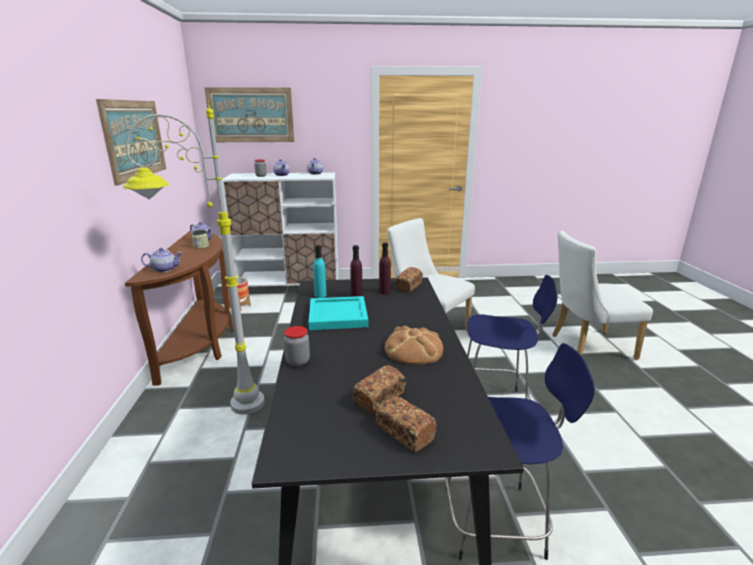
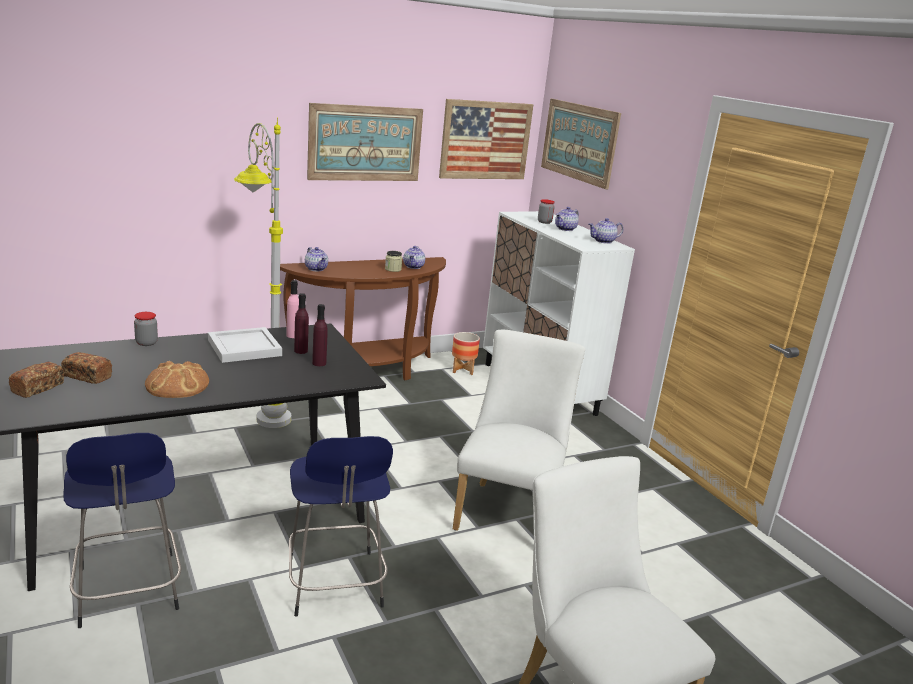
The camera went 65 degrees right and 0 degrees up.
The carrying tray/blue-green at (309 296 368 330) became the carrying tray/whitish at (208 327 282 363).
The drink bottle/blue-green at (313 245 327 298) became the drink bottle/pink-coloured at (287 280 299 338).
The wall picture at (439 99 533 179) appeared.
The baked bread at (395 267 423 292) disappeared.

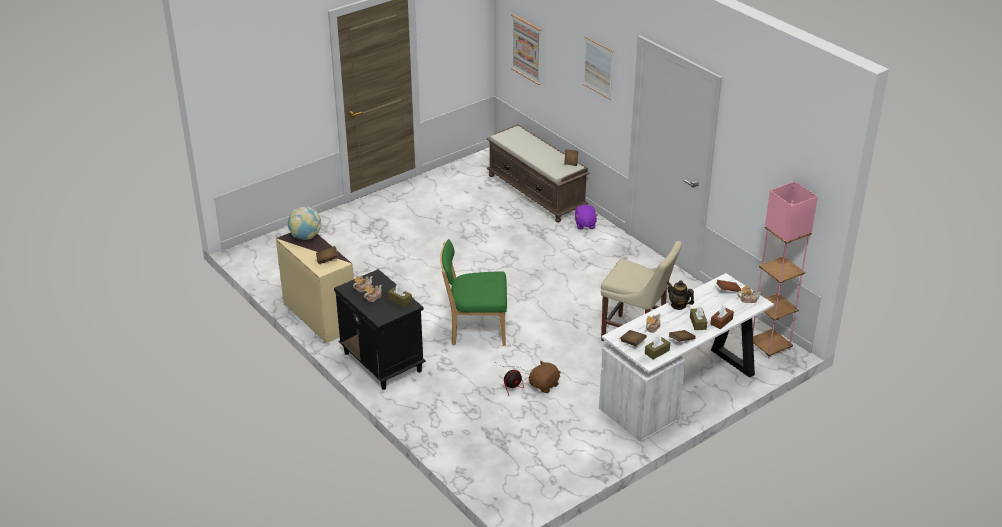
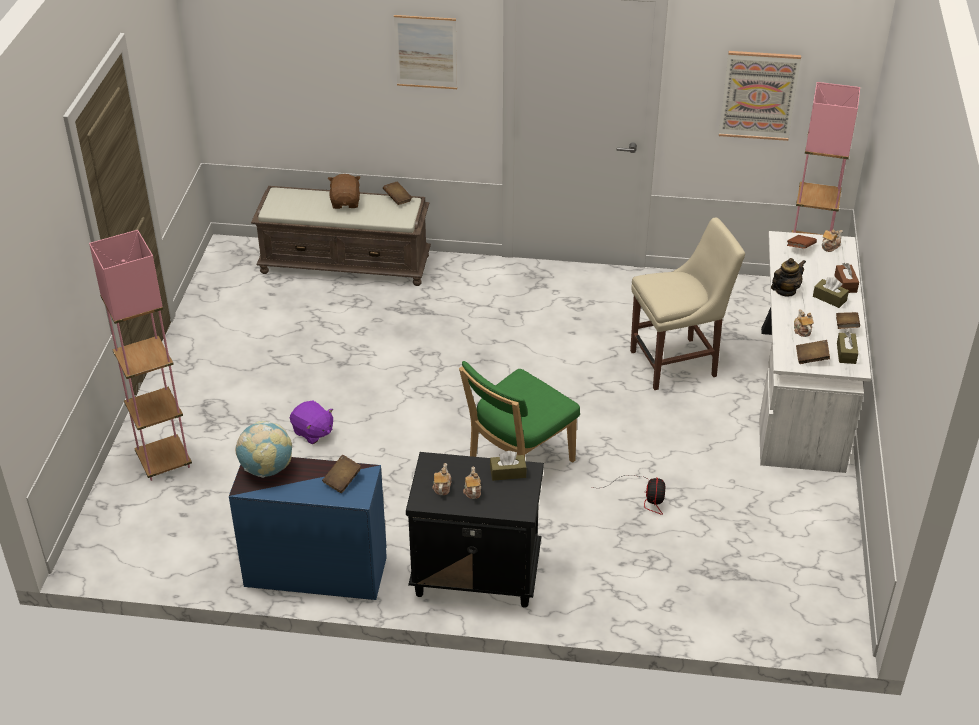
The camera went 45 degrees left and 5 degrees up.
The floor lamp/pink-coloured at (89 230 192 481) appeared.
The drawer chest/beige at (276 232 354 343) became the drawer chest/blue at (229 457 387 600).
The cuddly toy/purple moved from (575 205 598 230) to (290 400 333 444).
The cuddly toy/brown moved from (529 361 561 393) to (328 174 361 209).
The wall picture moved from (511 14 542 85) to (719 51 801 141).
The pot for tea at (666 281 694 310) turned 150 degrees clockwise.

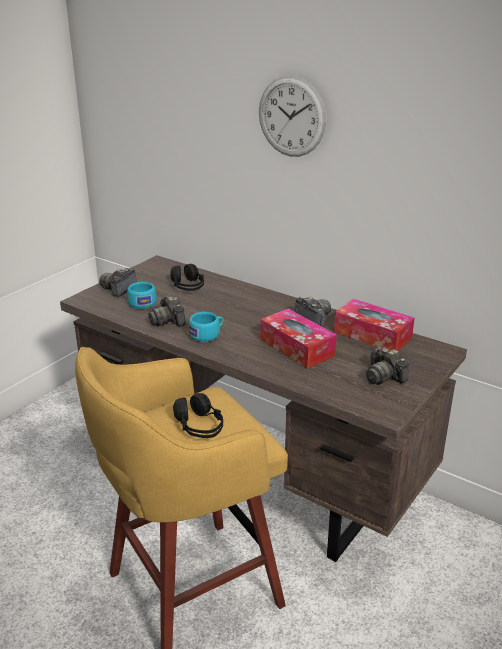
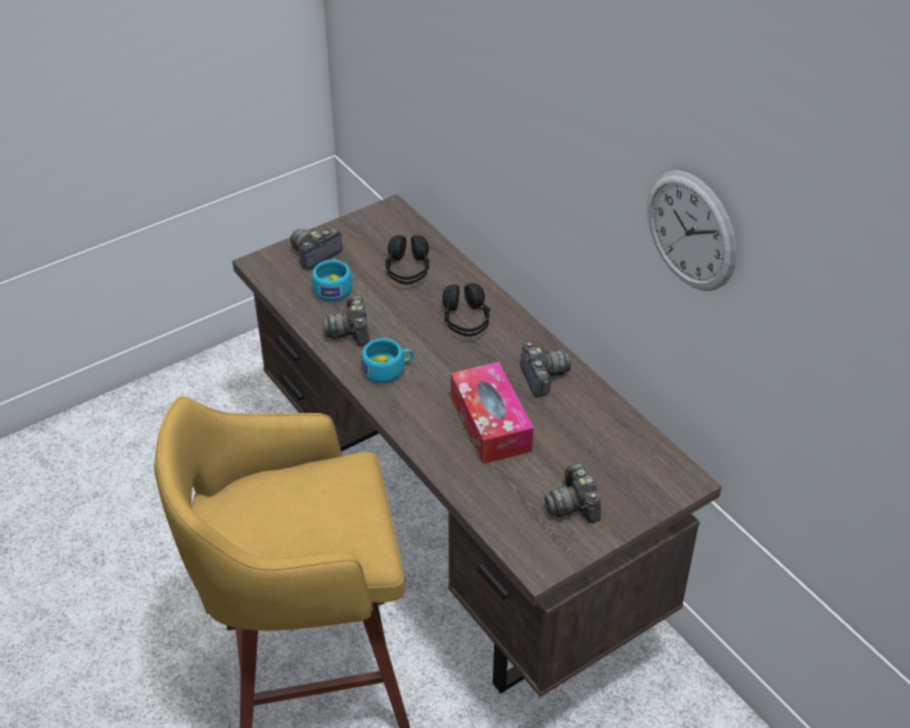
The camera went 20 degrees right and 15 degrees up.
The pair of headphones/black-coloured moved from (173 393 223 438) to (442 283 490 337).
The wall clock moved from (259 76 326 157) to (647 170 737 291).
The box of tissues at (334 299 415 351) disappeared.

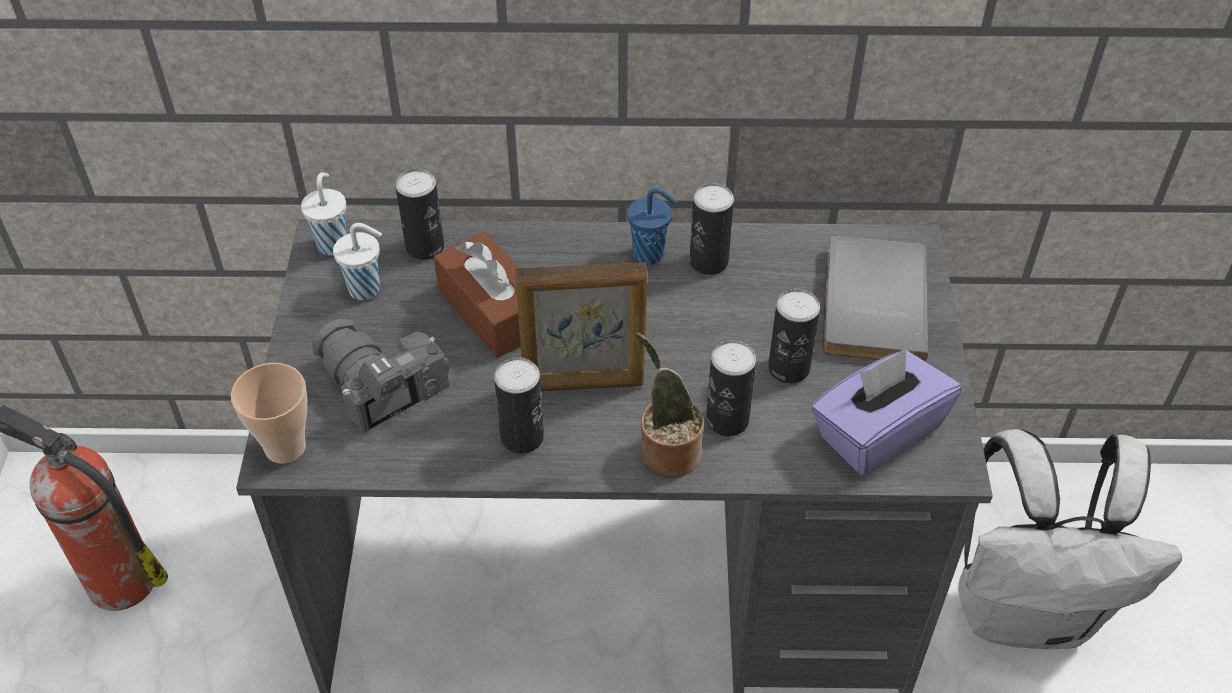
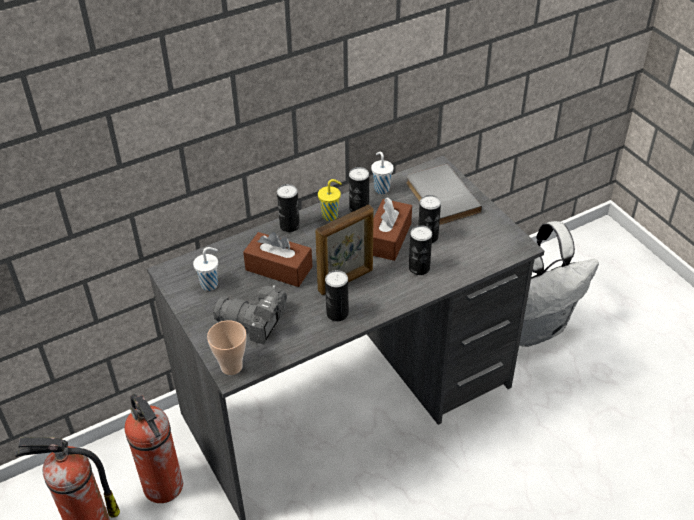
The camera went 30 degrees left and 5 degrees down.
The extinguisher at (125 394 183 503) appeared.
The sealed can moved from (395 169 444 260) to (277 184 300 232).
The drinking cup/blue at (627 188 677 265) became the drinking cup/yellow-coloured at (318 179 342 221).
The drinking cup/whitish moved from (301 173 347 256) to (371 152 394 194).
The box of tissues/brown at (373 197 412 261) appeared.
The plant in a pot at (636 333 704 478) disappeared.
The box of tissues/purple at (811 349 961 476) disappeared.

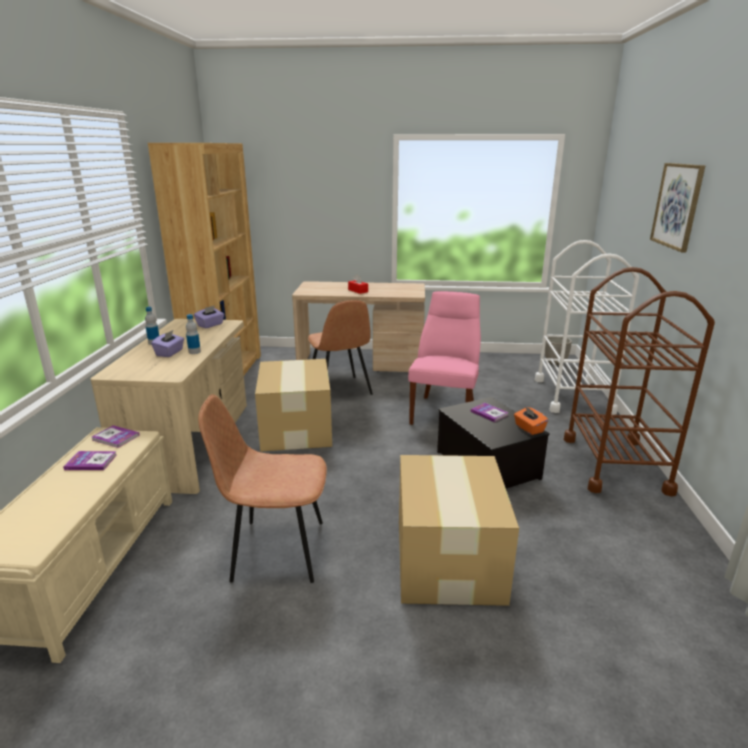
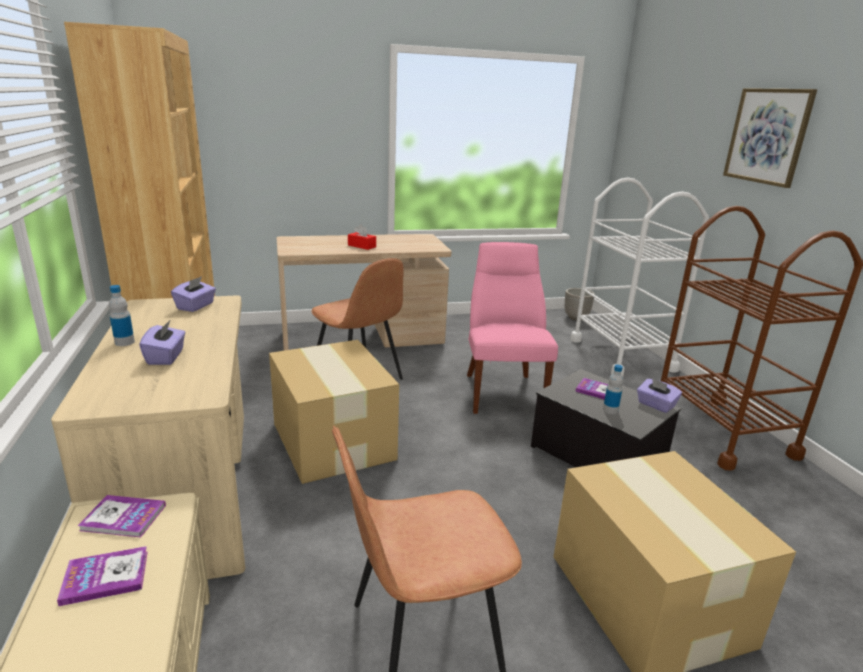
The camera went 20 degrees left and 0 degrees up.
The drink bottle moved from (186 314 201 354) to (603 364 623 414).
The box of tissues/orangey at (514 406 548 435) became the box of tissues/purple at (637 378 682 413).

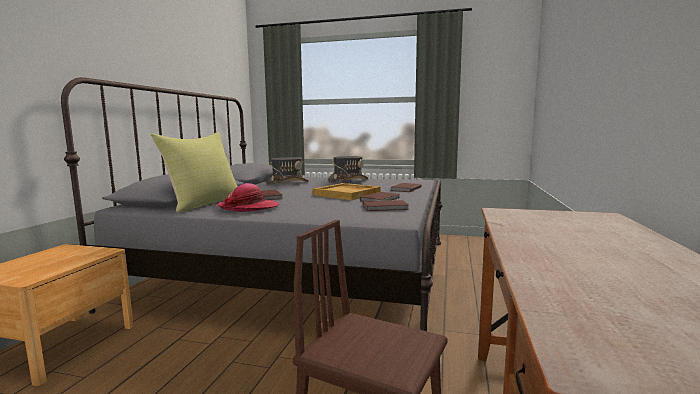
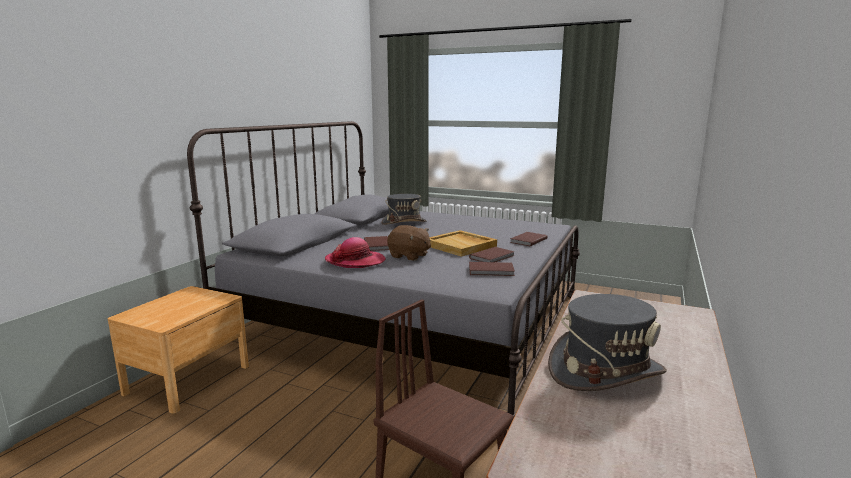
The camera went 10 degrees right and 5 degrees up.
The cuddly toy/brown at (387 225 431 261) appeared.
The hat/gray moved from (328 156 368 183) to (548 294 667 391).
The throw pillow/yellow-coloured at (151 132 238 212) disappeared.

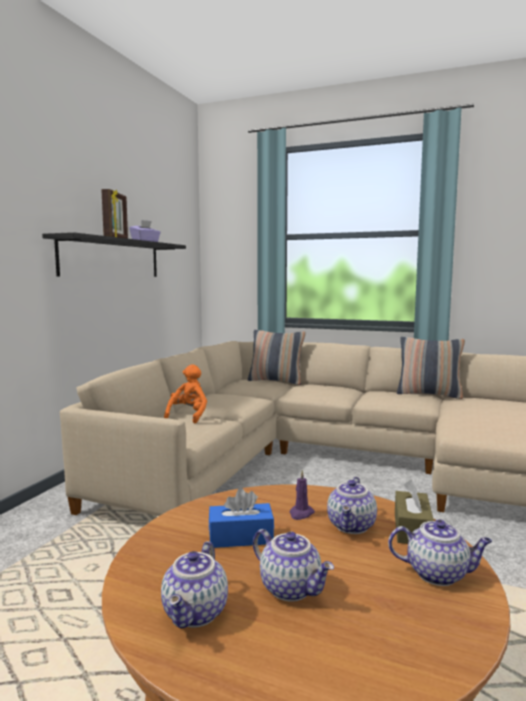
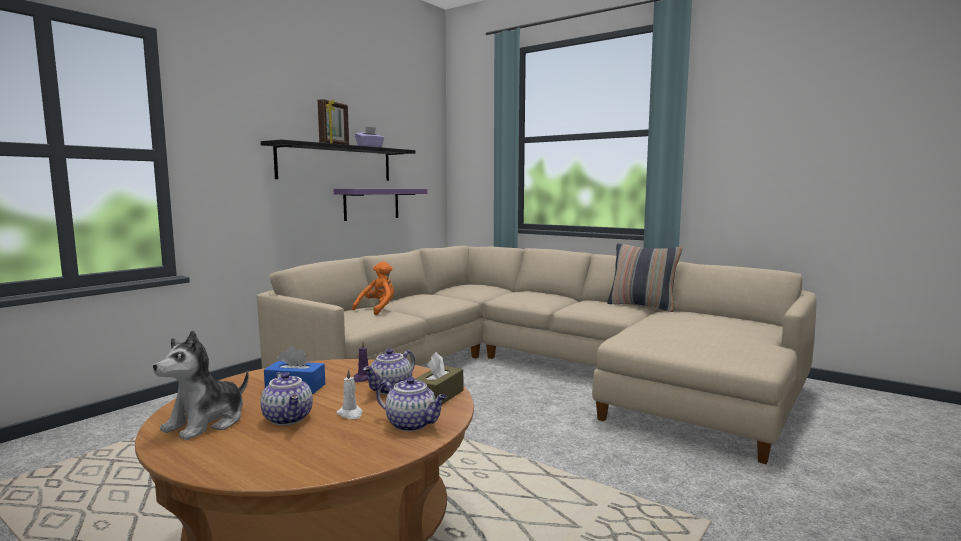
The camera went 15 degrees right and 0 degrees up.
The pot for tea at (161 541 228 629) was replaced by the cuddly toy at (153 330 249 440).
The bracket shelf/purple at (334 189 427 221) appeared.
The wax light/whitish at (336 369 363 419) appeared.
The throw pillow at (248 330 306 385) disappeared.

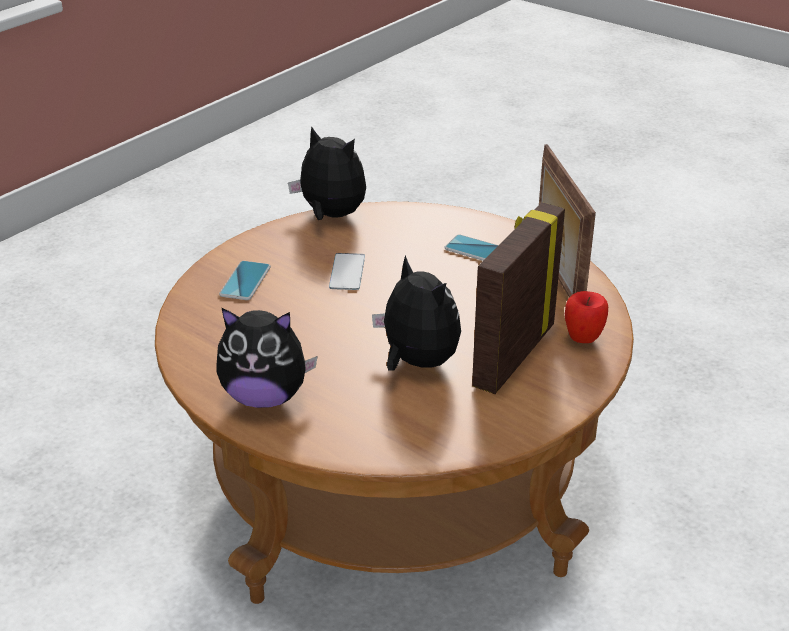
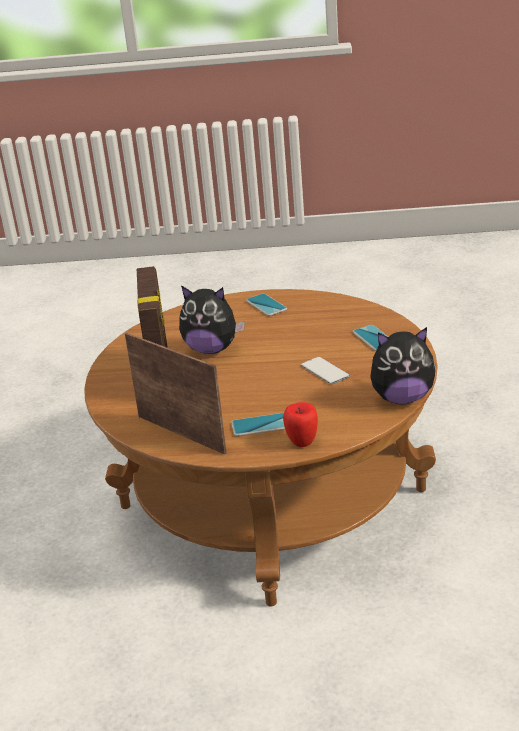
The camera went 145 degrees right and 5 degrees down.
The cuddly toy at (217 307 318 408) was replaced by the telephone at (246 293 287 316).
The apple moved from (565 291 608 343) to (283 402 318 447).

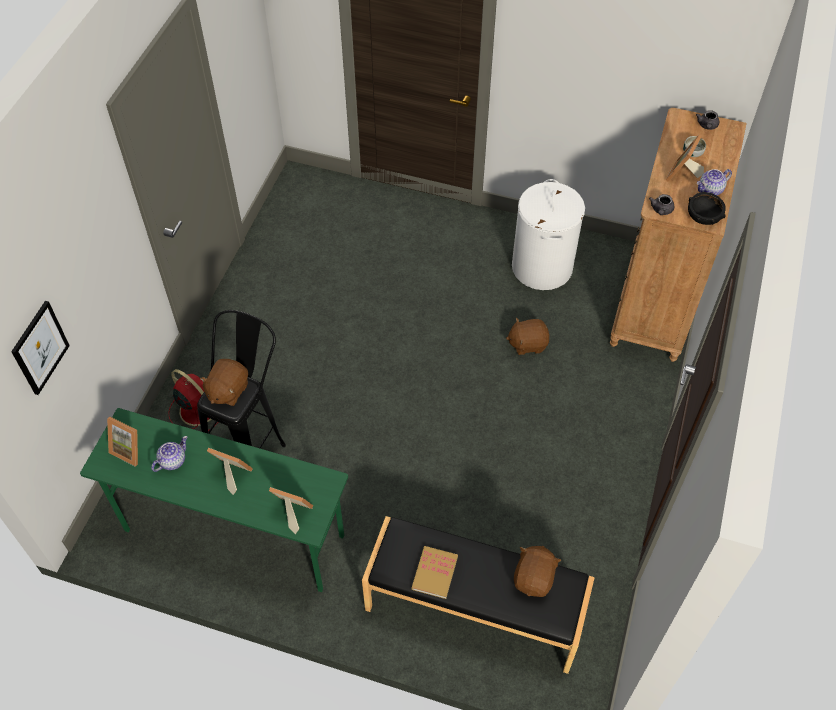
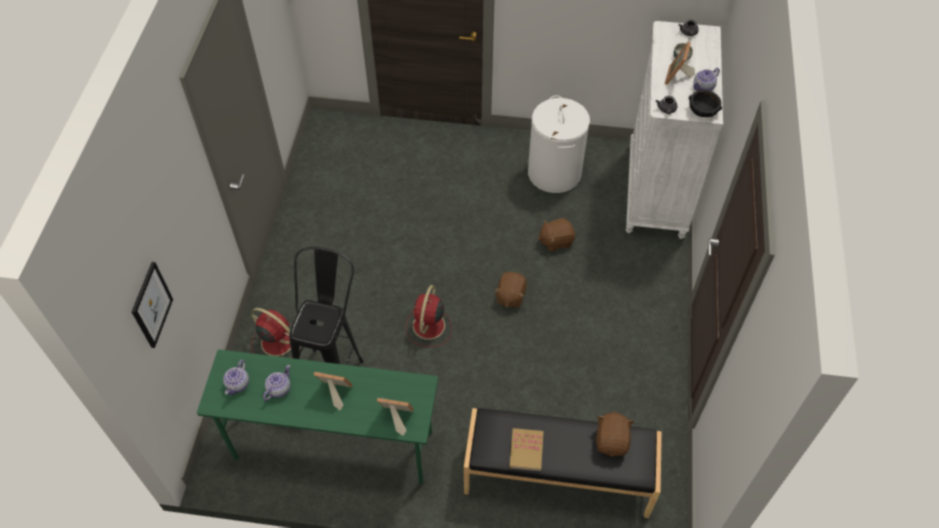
The camera went 10 degrees left and 0 degrees up.
The photo frame at (107 417 138 467) was replaced by the pot for tea at (223 360 249 395).
The fan/red at (406 285 452 347) appeared.
The cuddly toy/brown moved from (200 359 248 406) to (494 272 527 308).
The drawer chest/brown at (610 108 747 362) became the drawer chest/whitish at (626 21 723 239).

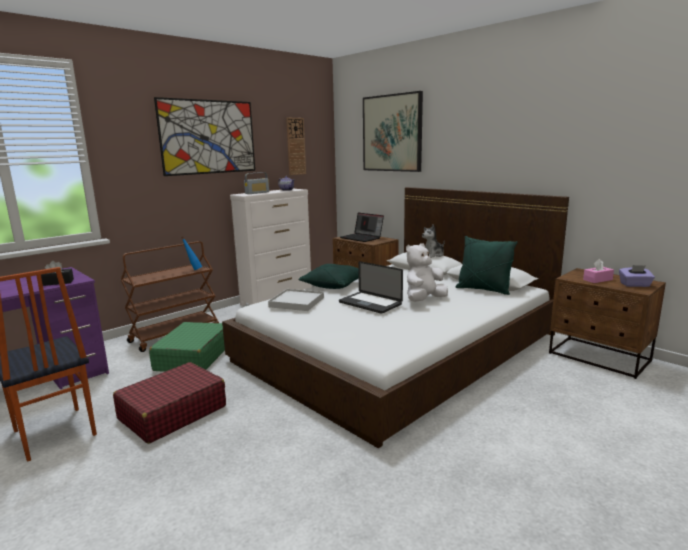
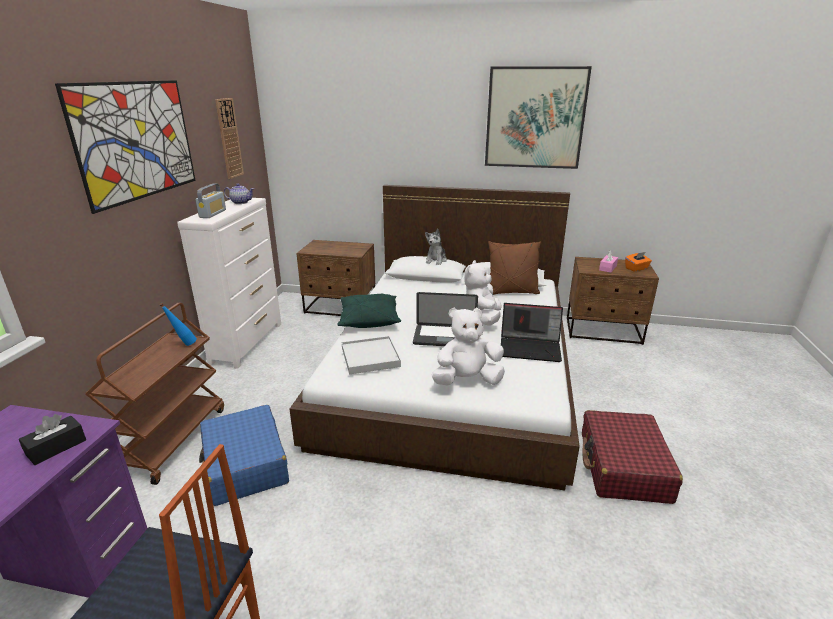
The camera went 35 degrees left and 10 degrees up.
The travel case/green at (149 322 225 372) became the travel case/blue at (199 405 289 506).
The cuddly toy/whitish at (431 307 505 386) appeared.
The wall picture moved from (363 91 423 172) to (485 66 592 169).
The throw pillow/green at (456 236 518 295) became the throw pillow/brown at (488 241 541 295).
The portable computer moved from (340 213 384 242) to (501 303 563 362).
The travel case/red moved from (113 362 226 444) to (582 410 683 504).
The box of tissues/purple at (619 265 655 287) became the box of tissues/orangey at (625 252 652 272).

